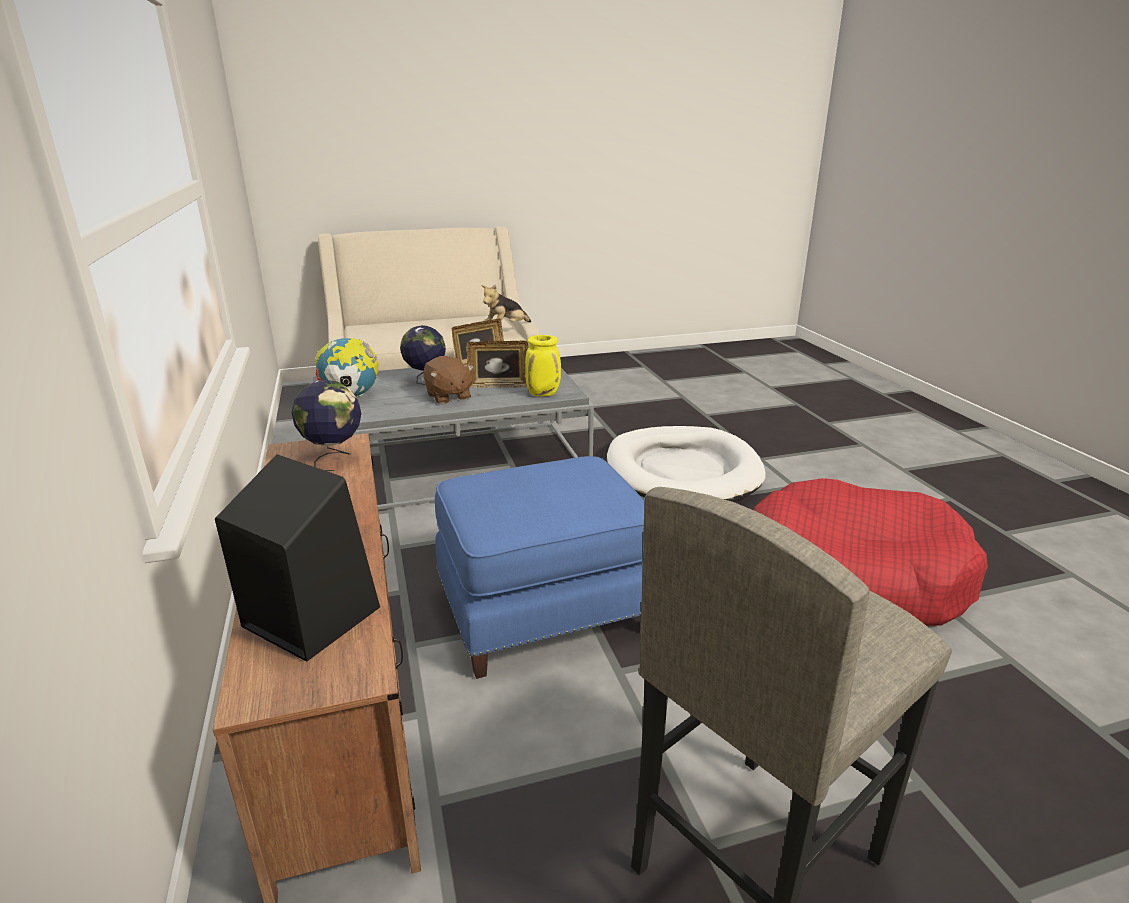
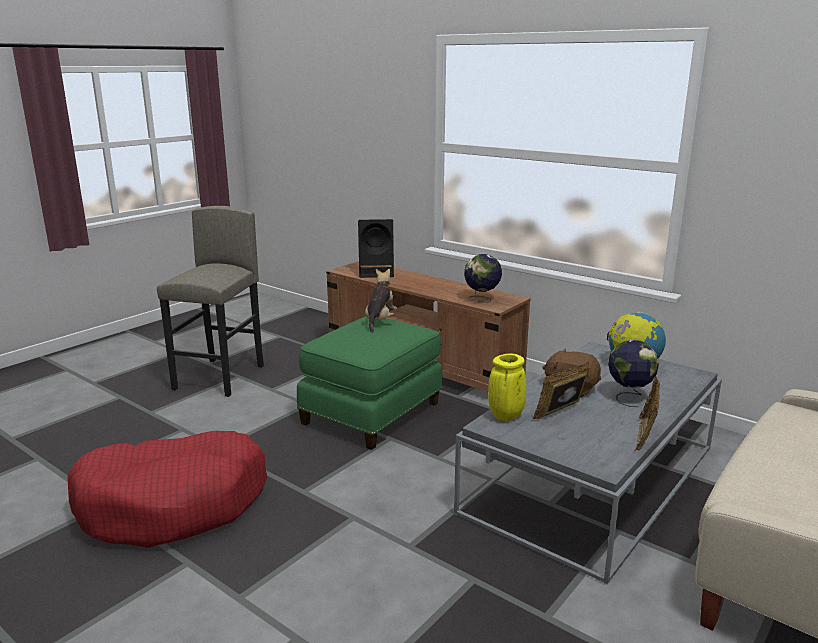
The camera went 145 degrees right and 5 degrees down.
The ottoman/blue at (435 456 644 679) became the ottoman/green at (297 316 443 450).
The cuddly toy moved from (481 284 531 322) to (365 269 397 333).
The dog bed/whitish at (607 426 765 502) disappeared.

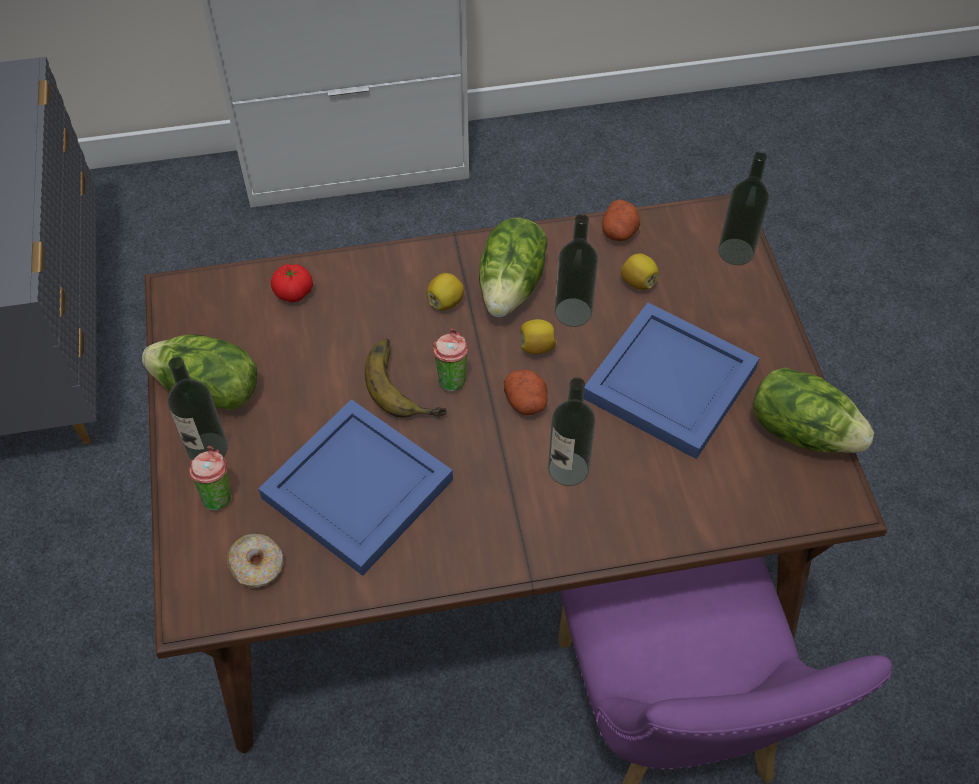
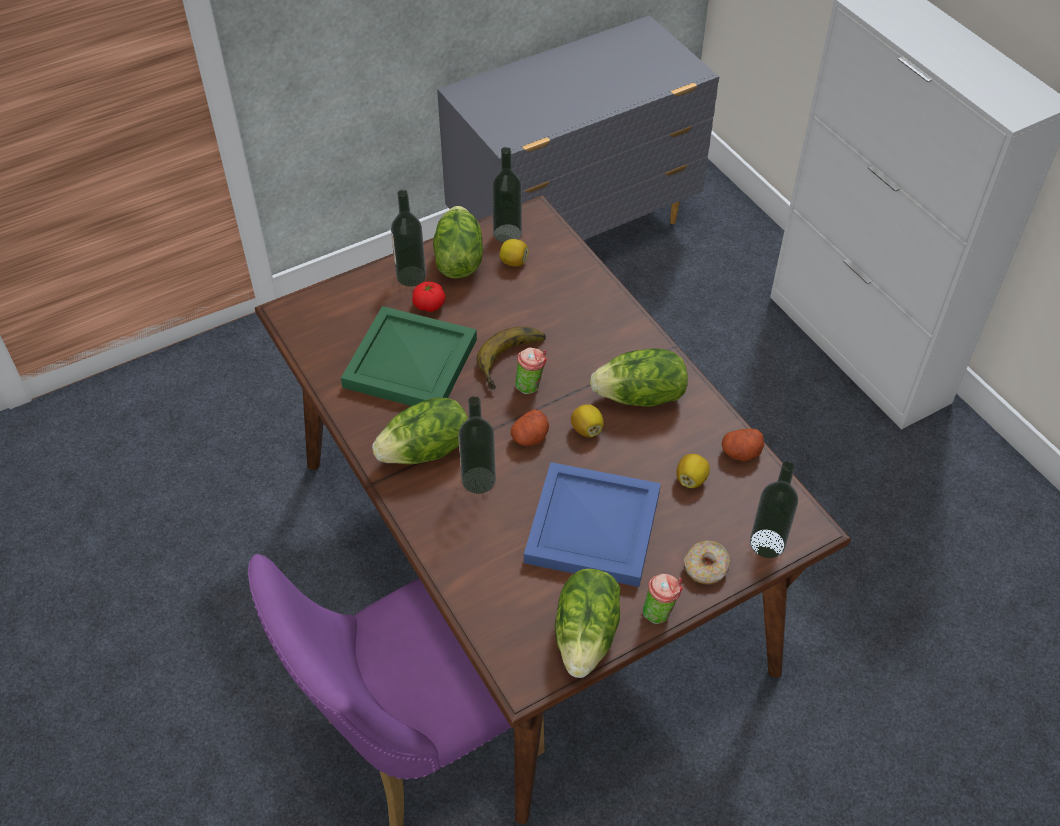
The camera went 70 degrees right and 5 degrees down.
The carrying tray/blue at (258 399 453 576) became the carrying tray/green at (341 306 477 406).
The lettuce head at (372 398 468 464) appeared.
The fresh tomato moved from (271 264 313 302) to (412 281 446 312).
The drink bottle moved from (555 214 598 327) to (492 147 522 243).
The lemon moved from (427 273 464 310) to (499 239 529 267).
The drinking cup moved from (189 446 232 511) to (643 573 683 624).
The ring doughnut moved from (227 534 283 588) to (684 540 731 584).

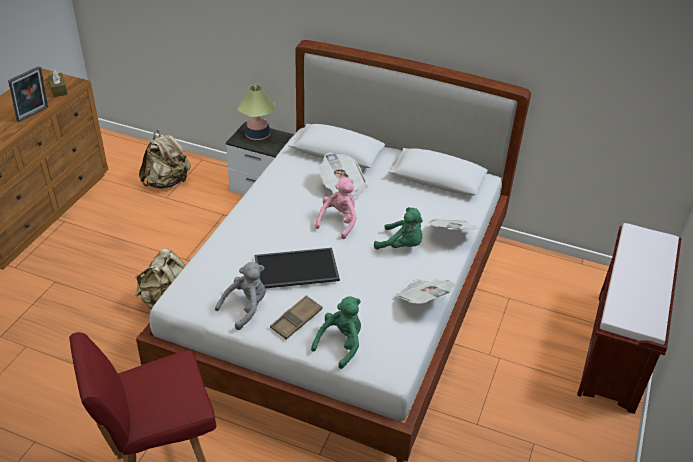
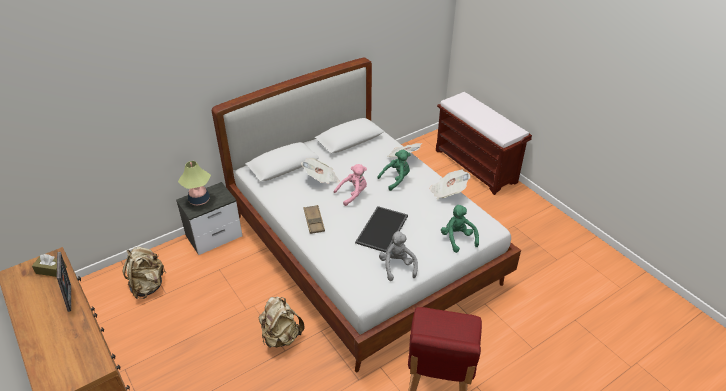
The camera went 55 degrees left and 0 degrees up.
The carrying tray/brown moved from (270 295 323 340) to (303 205 325 234).
The cuddly toy/pink-coloured at (315 177 357 239) turned 90 degrees clockwise.

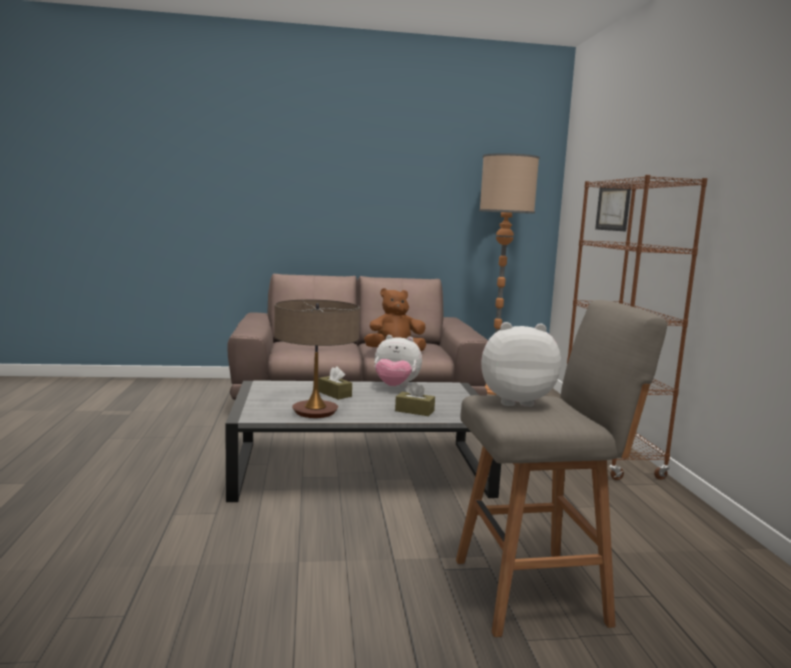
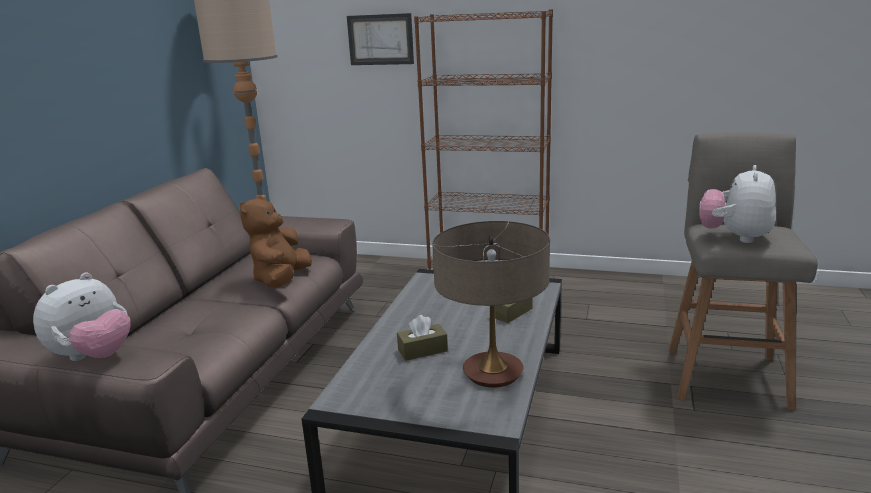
The camera went 65 degrees left and 10 degrees up.
The cuddly toy moved from (374 335 422 387) to (33 272 131 361).

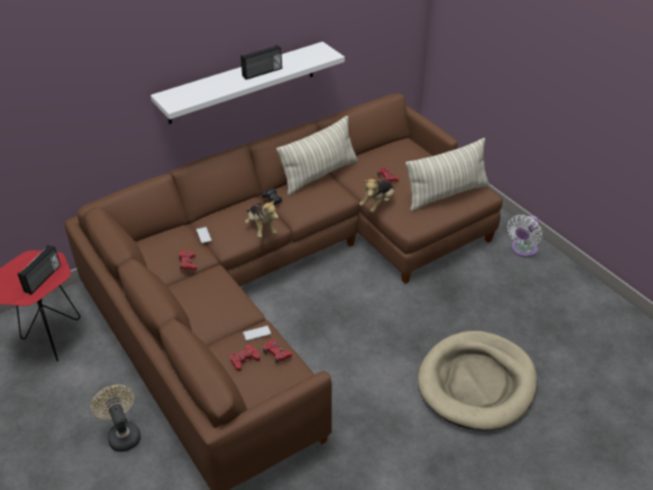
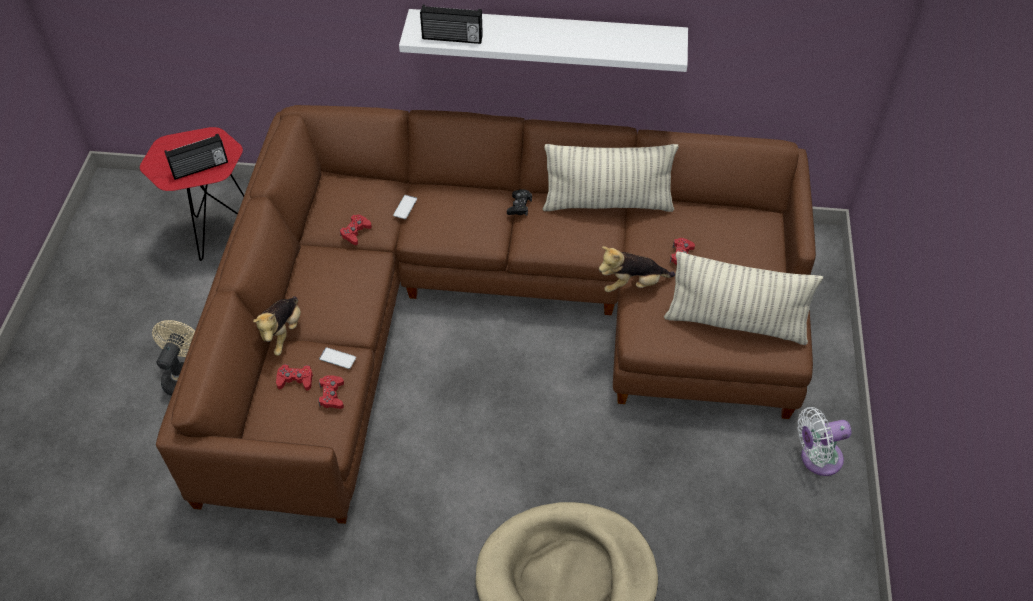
The camera went 40 degrees right and 10 degrees up.
The cuddly toy moved from (245 199 279 238) to (253 296 301 356).
The radio receiver moved from (241 45 282 80) to (420 5 483 44).

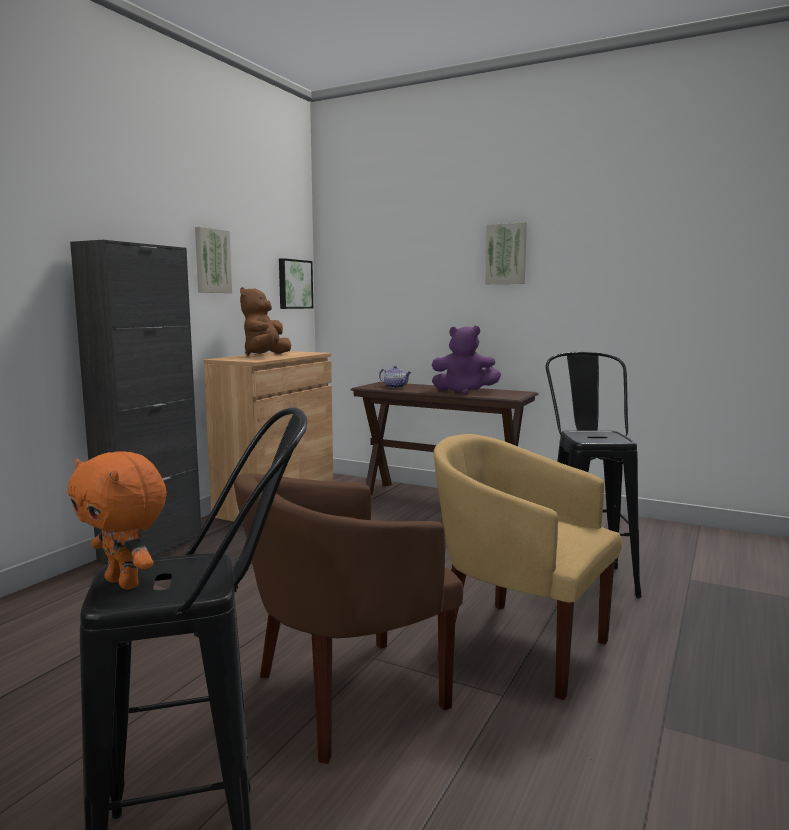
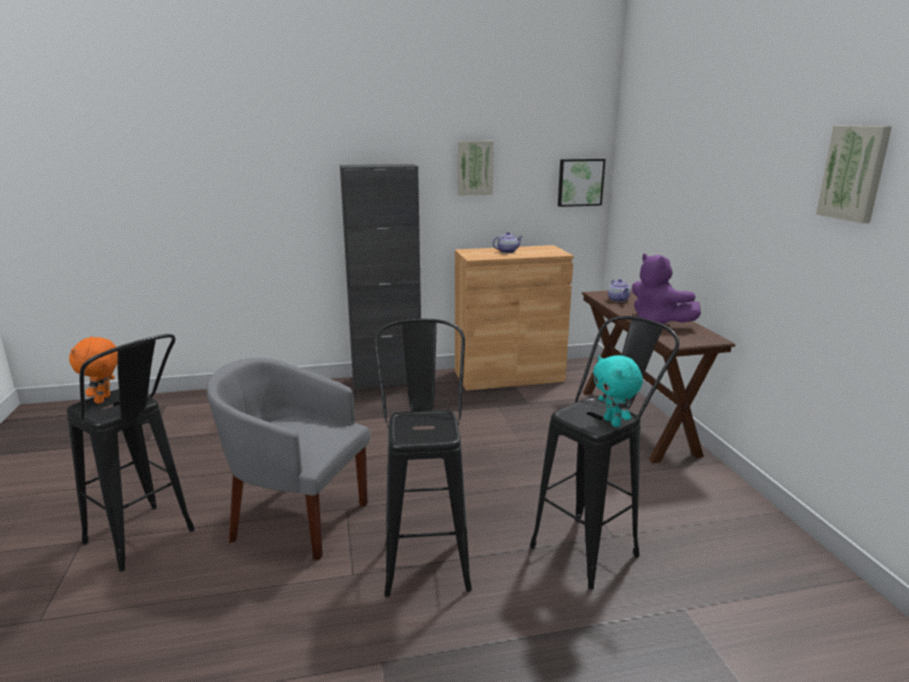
The camera went 50 degrees right and 10 degrees up.
The armchair/brown at (234 473 463 764) became the armchair/gray at (206 358 370 560).
The armchair/yellow-coloured at (434 434 622 700) was replaced by the stool seat/black-coloured at (375 319 472 598).
The cuddly toy/brown at (240 287 291 356) was replaced by the pot for tea at (493 232 523 253).
The cuddly toy/blue-green at (593 355 643 427) appeared.
The wall picture moved from (485 222 527 284) to (816 126 892 223).

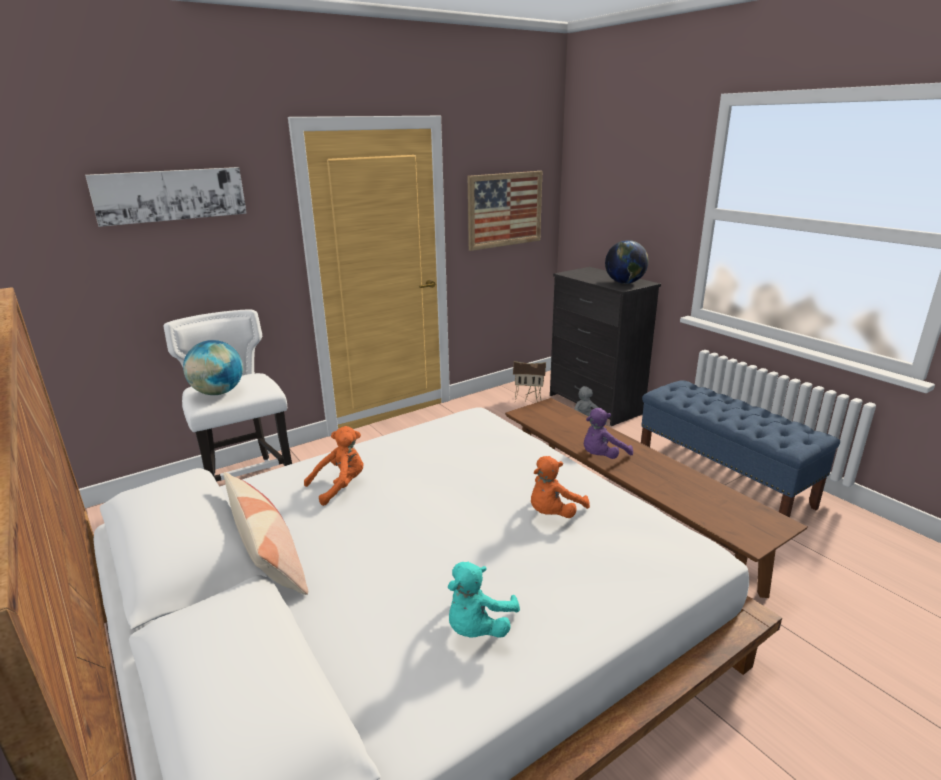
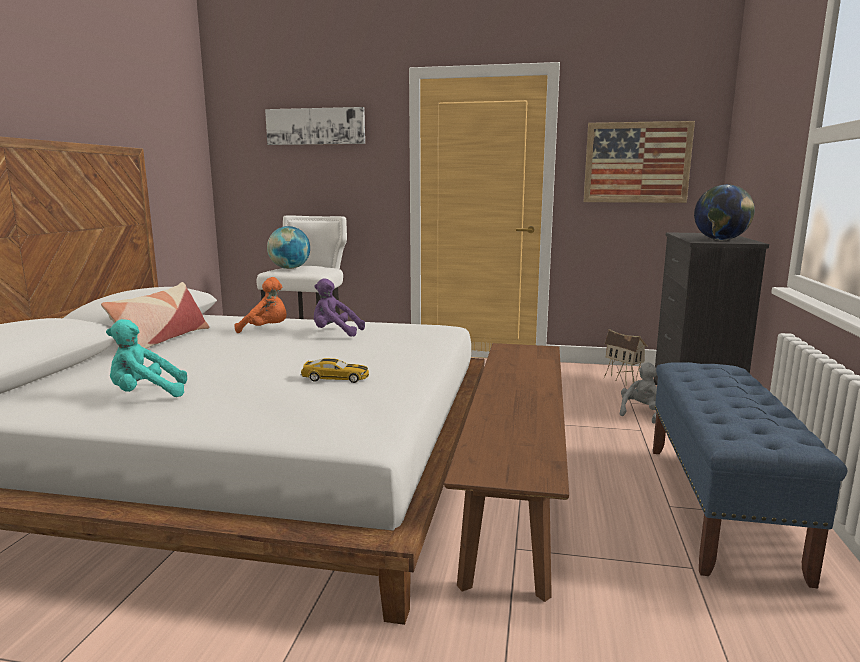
The camera went 45 degrees right and 10 degrees down.
The cuddly toy/orangey at (531 456 590 518) was replaced by the toy car at (301 358 369 383).
The cuddly toy/purple moved from (584 408 633 459) to (314 278 365 337).

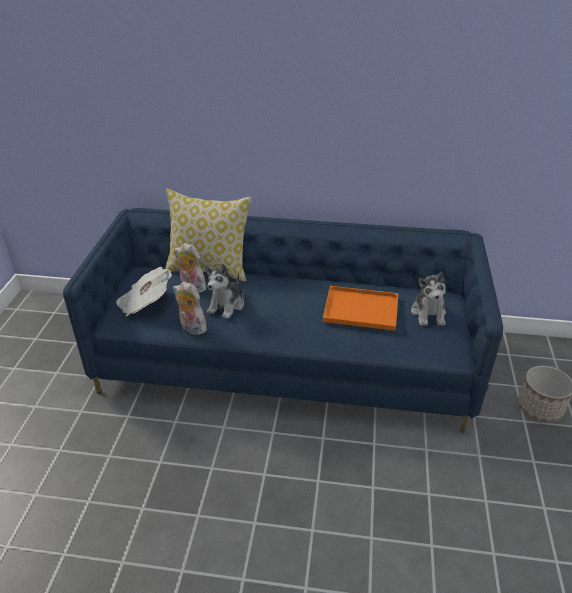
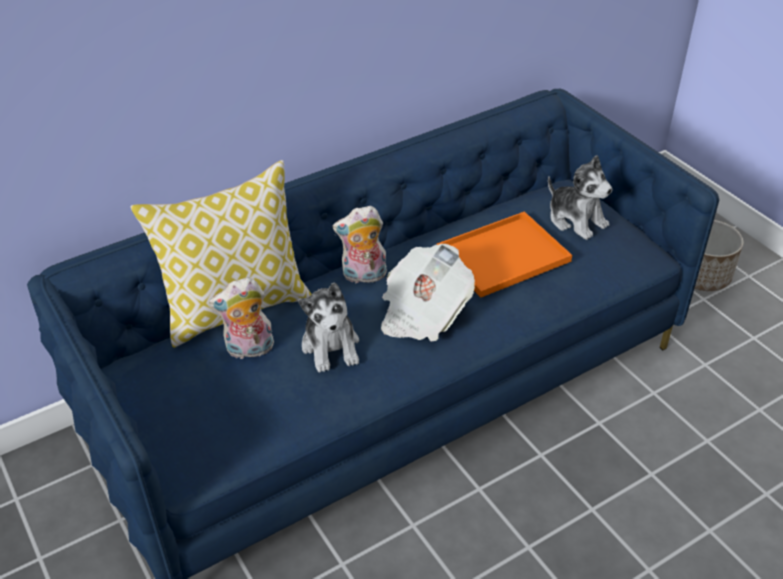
The camera went 40 degrees left and 5 degrees up.
The cuddly toy moved from (173 282 207 335) to (332 206 387 283).
The newspaper moved from (116 267 172 316) to (381 244 475 342).

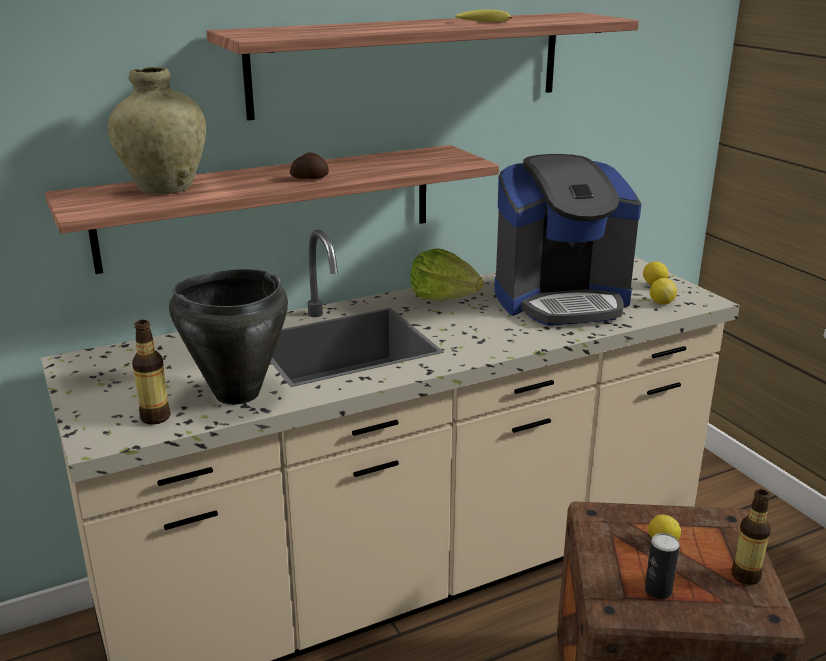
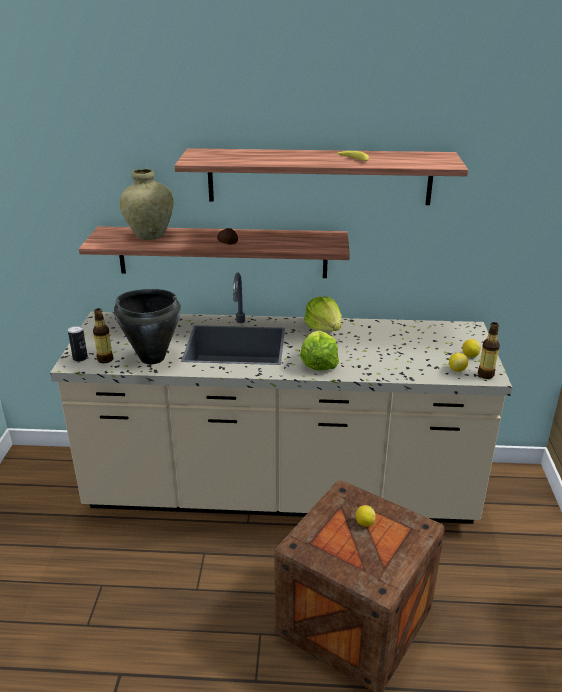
The camera went 30 degrees right and 5 degrees up.
The sealed can moved from (645 533 680 599) to (68 326 88 362).
The lettuce head at (300 330 339 371) appeared.
The drink bottle moved from (732 490 771 585) to (478 322 500 379).
The coffee maker at (494 154 642 326) disappeared.

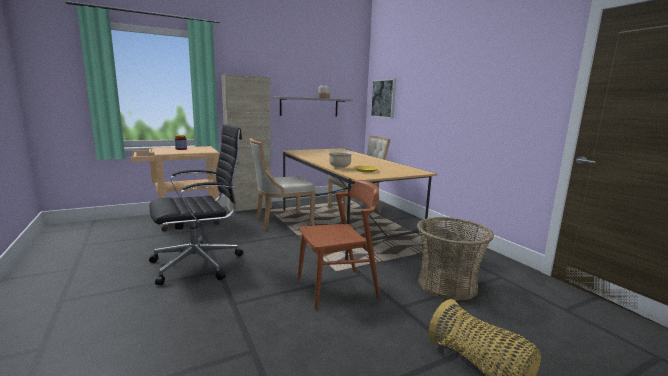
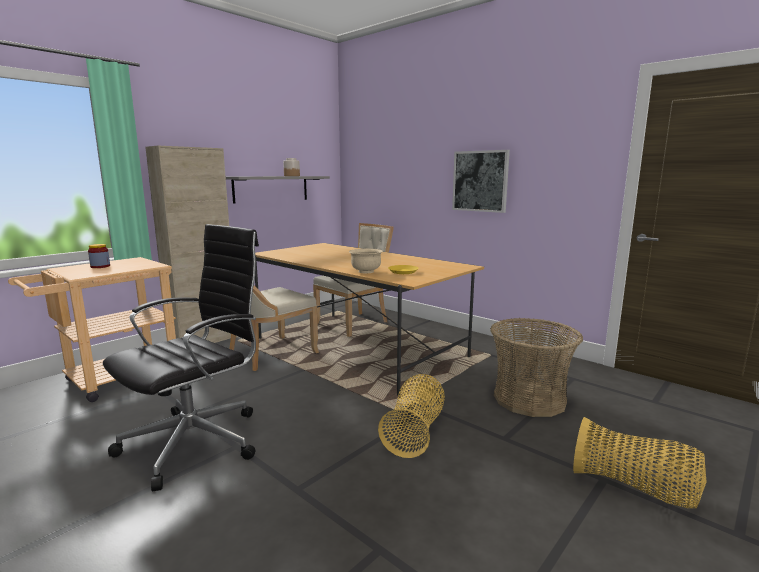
The camera went 20 degrees left and 0 degrees up.
The chair/brown at (298 180 380 310) was replaced by the storage basket at (378 374 445 458).
The wall picture moved from (370 79 396 119) to (452 150 510 213).

